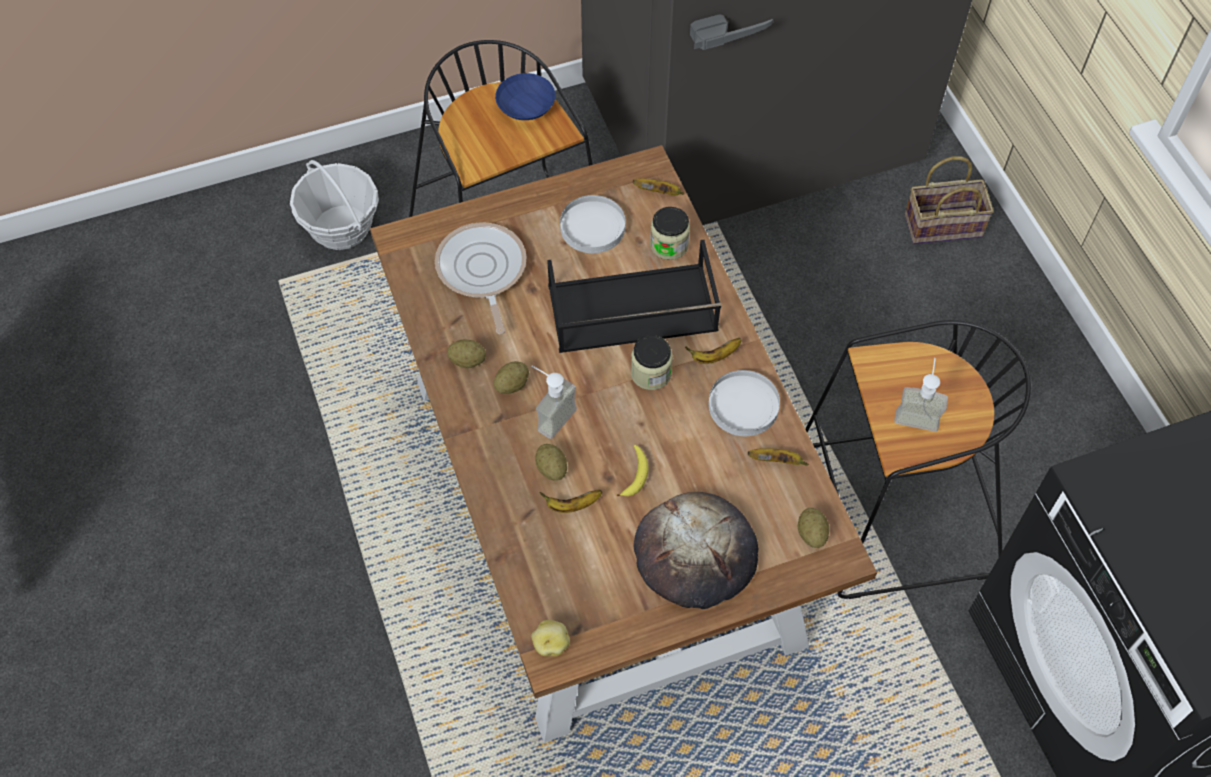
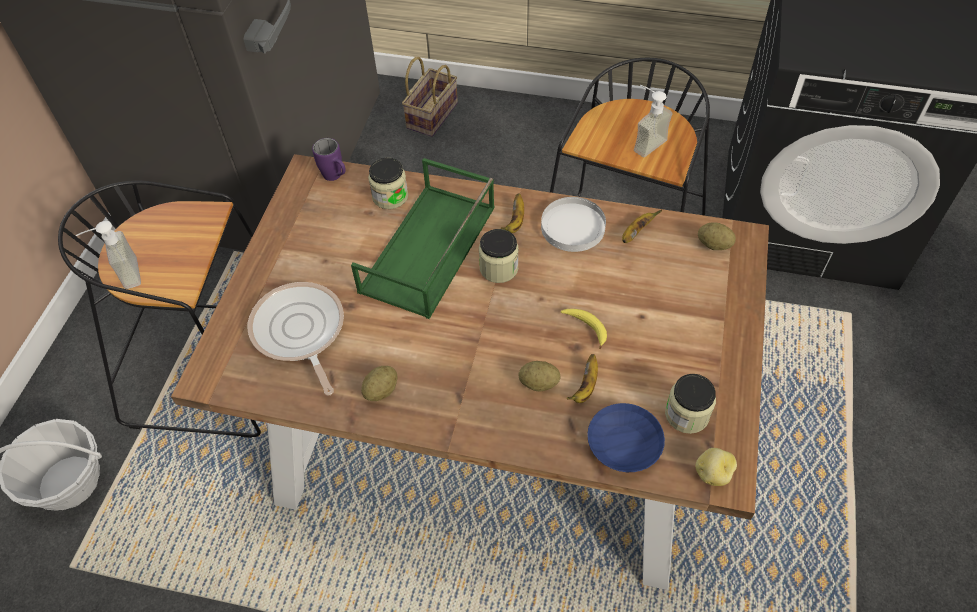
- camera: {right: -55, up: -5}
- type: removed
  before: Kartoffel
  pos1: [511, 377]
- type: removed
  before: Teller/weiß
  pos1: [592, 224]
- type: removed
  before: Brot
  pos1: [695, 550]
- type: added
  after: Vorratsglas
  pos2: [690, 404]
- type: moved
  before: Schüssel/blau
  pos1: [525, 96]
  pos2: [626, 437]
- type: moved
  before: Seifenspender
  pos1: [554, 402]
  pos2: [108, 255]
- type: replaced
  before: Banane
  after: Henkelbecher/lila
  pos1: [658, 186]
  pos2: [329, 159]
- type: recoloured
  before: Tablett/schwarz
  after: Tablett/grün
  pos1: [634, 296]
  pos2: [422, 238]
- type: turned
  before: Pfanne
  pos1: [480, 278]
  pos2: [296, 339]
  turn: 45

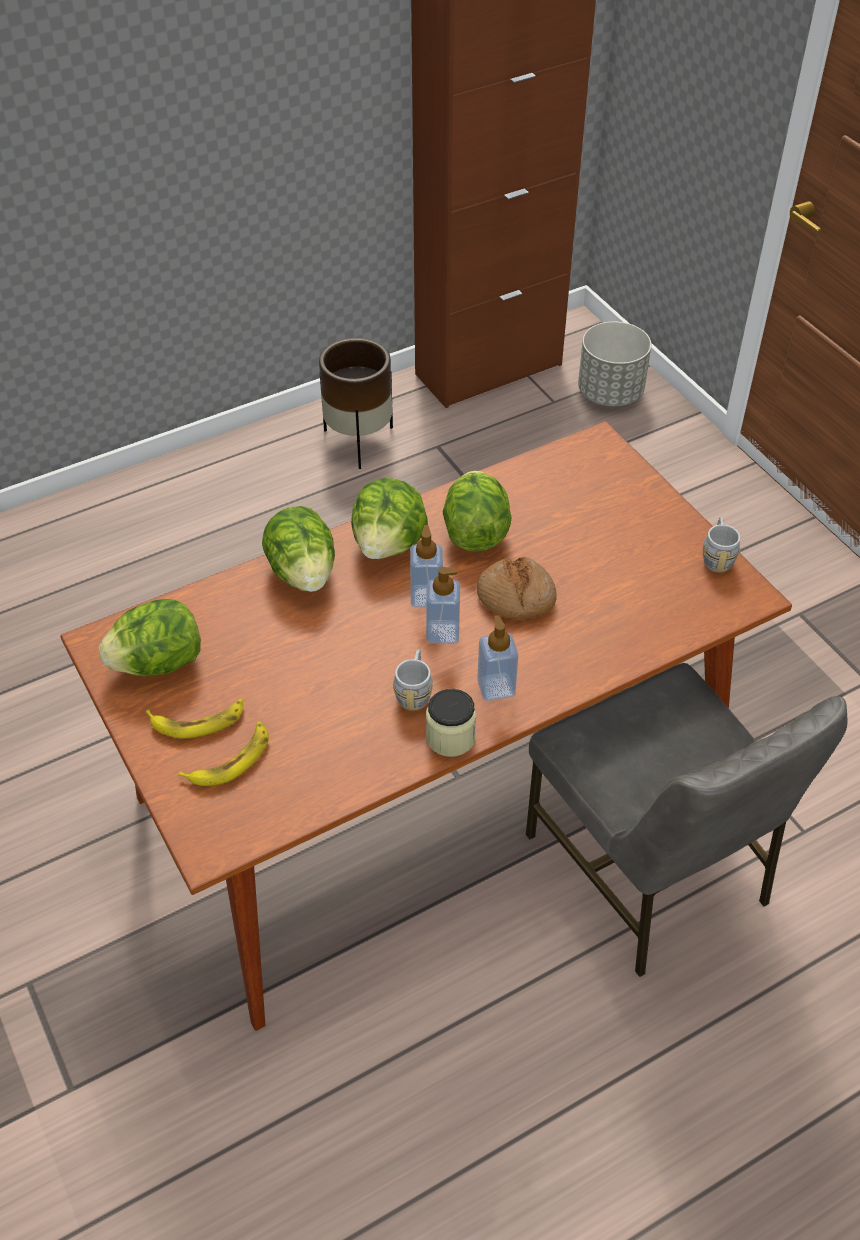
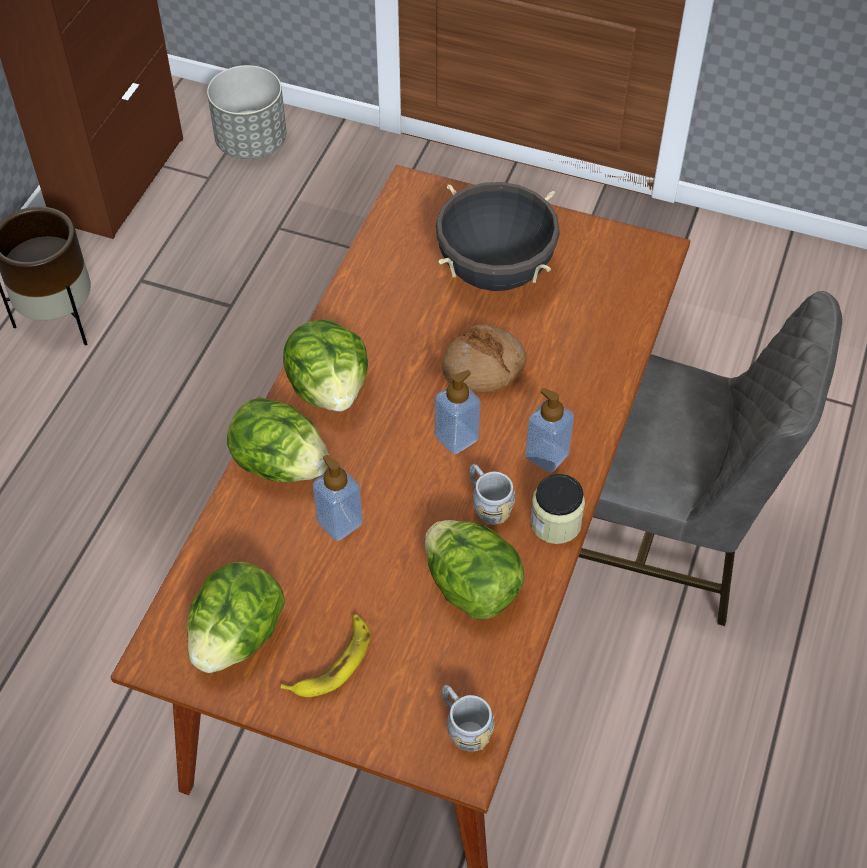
- camera: {right: -40, up: 5}
- type: removed
  before: Banane
  pos1: [223, 753]
- type: added
  after: Kochtopf/schwarz
  pos2: [498, 236]
- type: moved
  before: Seifenspender
  pos1: [426, 566]
  pos2: [337, 498]
- type: moved
  before: Salatkopf
  pos1: [477, 511]
  pos2: [474, 569]
- type: moved
  before: Henkelbecher/grau
  pos1: [721, 545]
  pos2: [468, 718]

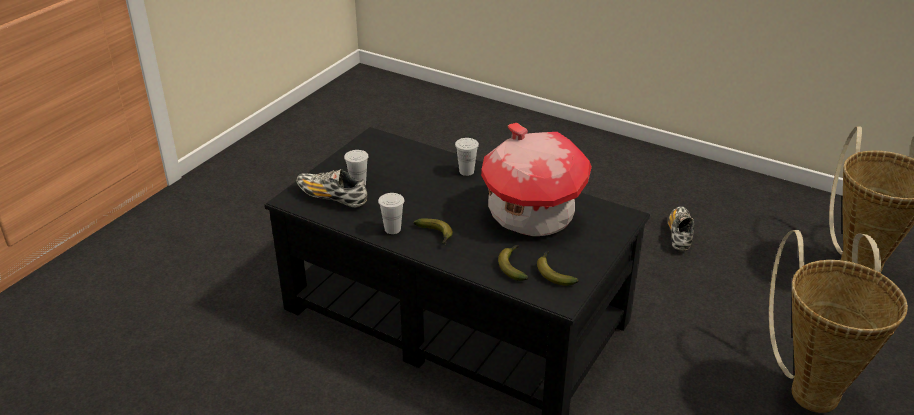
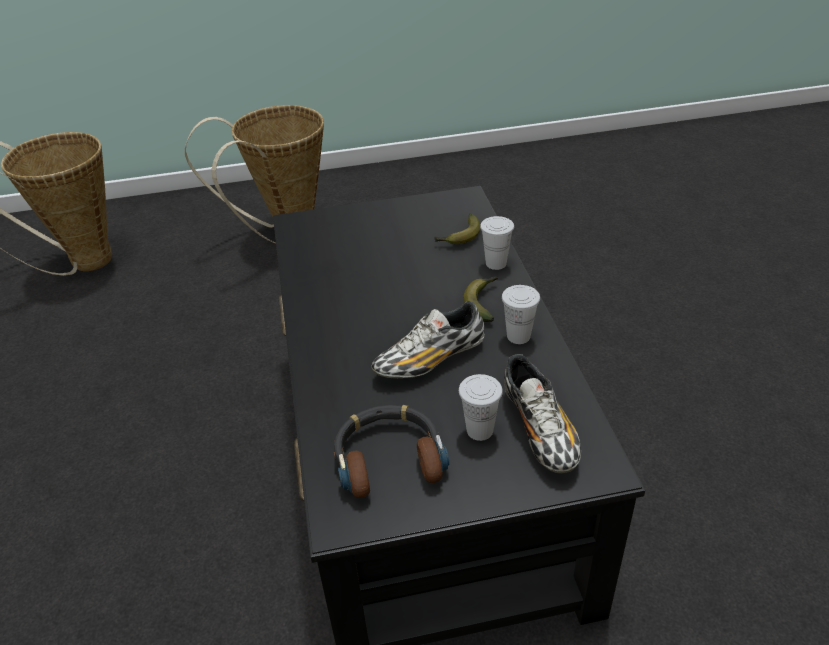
- camera: {right: -130, up: 5}
- type: removed
  before: Spielzeughaus
  pos1: [536, 179]
- type: removed
  before: Banane
  pos1: [558, 268]
- type: added
  after: Kopfhörer
  pos2: [391, 451]
- type: moved
  before: Tasse/weiß
  pos1: [467, 157]
  pos2: [497, 243]
- type: moved
  before: Schuh
  pos1: [681, 228]
  pos2: [428, 340]

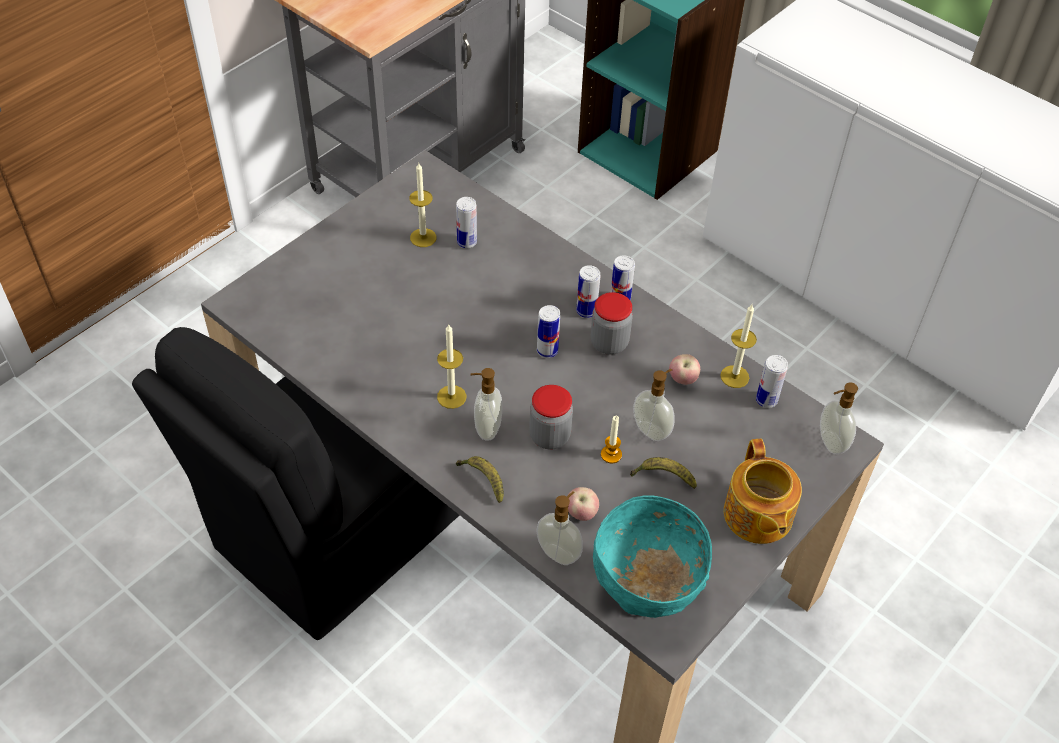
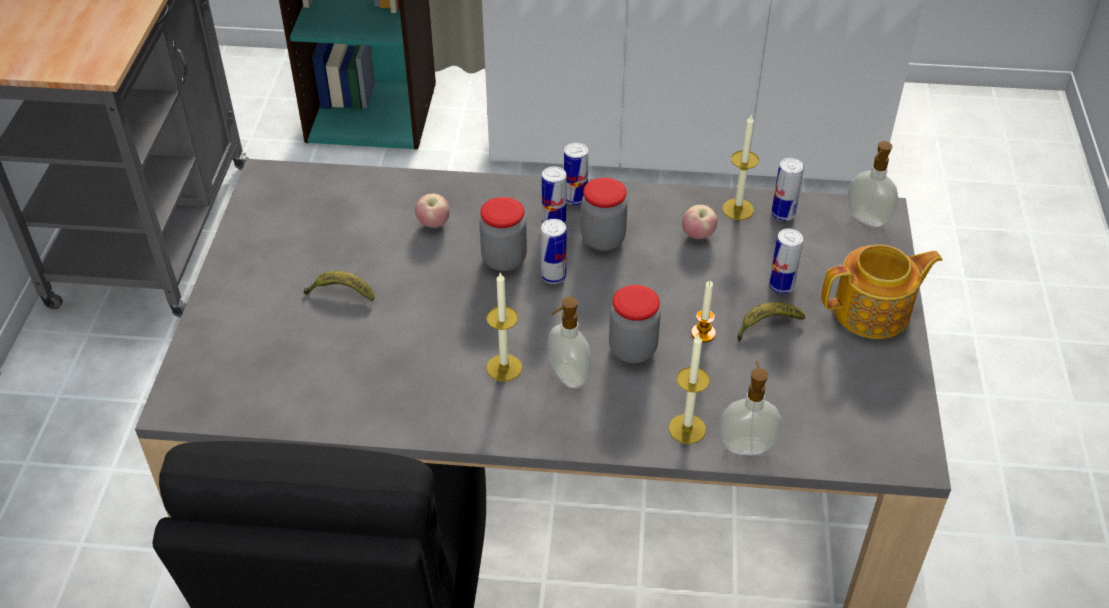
- camera: {right: -35, up: -5}
- type: removed
  before: Schüssel/türkis
  pos1: [652, 556]
- type: removed
  before: Seifenspender
  pos1: [654, 405]
- type: added
  after: Vorratsglas
  pos2: [503, 234]
- type: moved
  before: Kerze
  pos1: [422, 205]
  pos2: [689, 389]
- type: moved
  before: Dose
  pos1: [466, 222]
  pos2: [786, 261]
- type: moved
  before: Banane
  pos1: [480, 479]
  pos2: [339, 286]
- type: moved
  before: Apfel
  pos1: [583, 504]
  pos2: [432, 211]
- type: turned
  before: Teekanne
  pos1: [763, 491]
  pos2: [882, 291]
  turn: -60

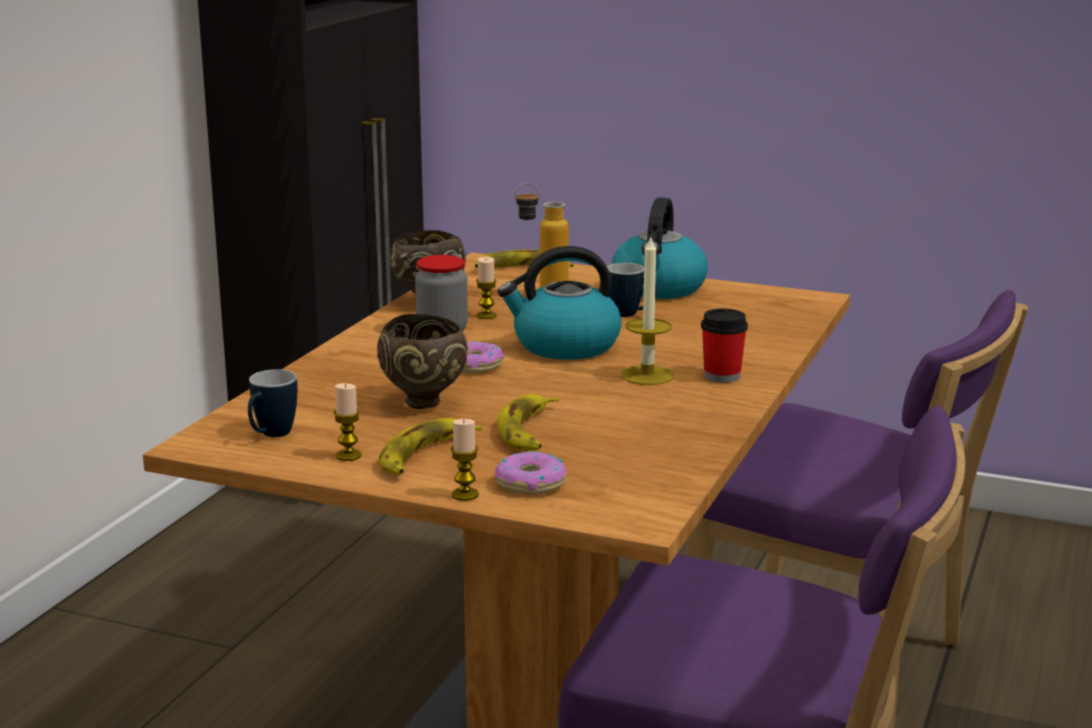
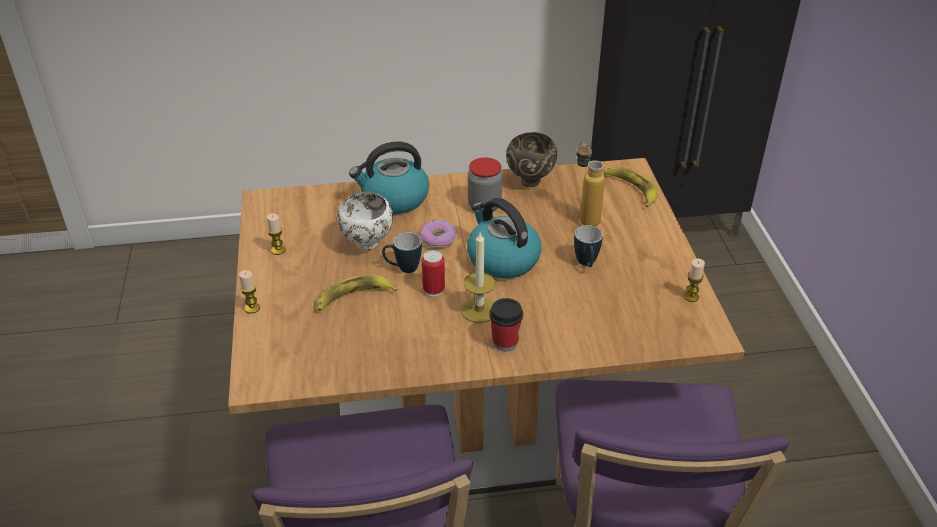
- camera: {right: 60, up: 20}
- type: removed
  before: Banane
  pos1: [430, 446]
- type: removed
  before: Donut
  pos1: [531, 473]
- type: added
  after: Dose
  pos2: [433, 273]
- type: moved
  before: Henkelbecher
  pos1: [272, 403]
  pos2: [402, 252]
- type: moved
  before: Kerze
  pos1: [486, 288]
  pos2: [694, 280]
- type: moved
  before: Wasserkessel
  pos1: [660, 248]
  pos2: [389, 177]
- type: recoloured
  before: Schüssel/braun
  after: Schüssel/weiß
  pos1: [422, 361]
  pos2: [365, 221]

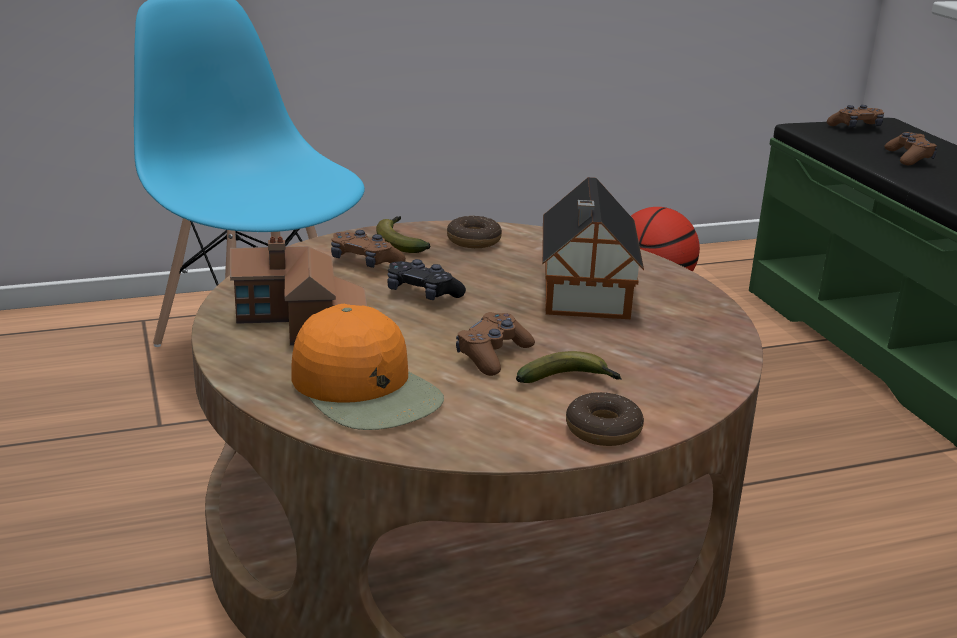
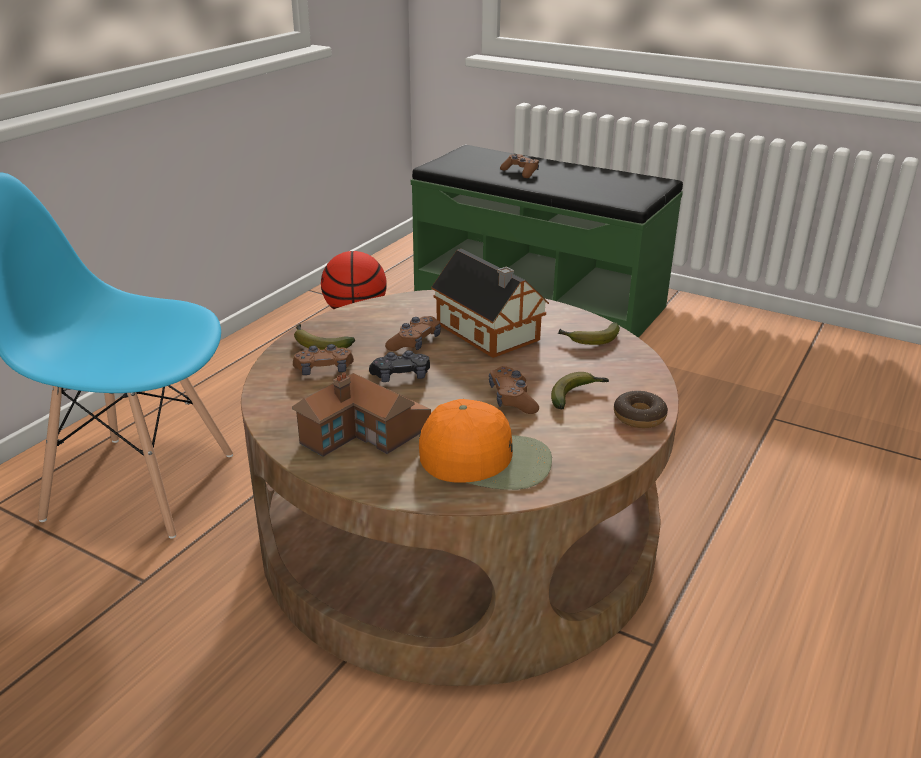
- camera: {right: -40, up: 5}
- type: removed
  before: Donut
  pos1: [474, 232]
- type: added
  after: Banane
  pos2: [589, 333]
- type: moved
  before: Gamepad/braun
  pos1: [855, 116]
  pos2: [413, 333]

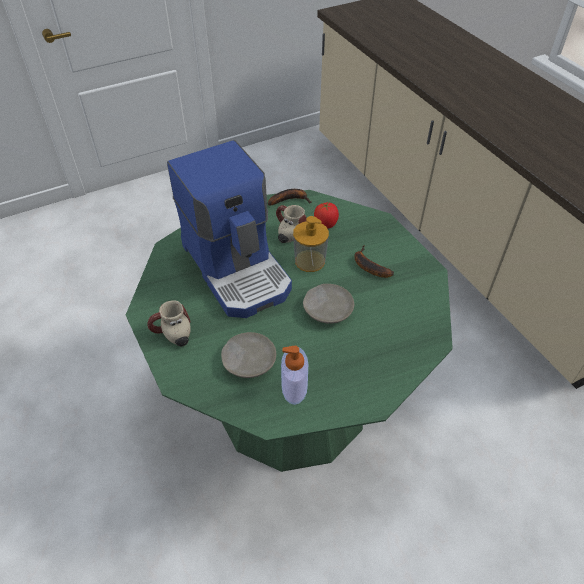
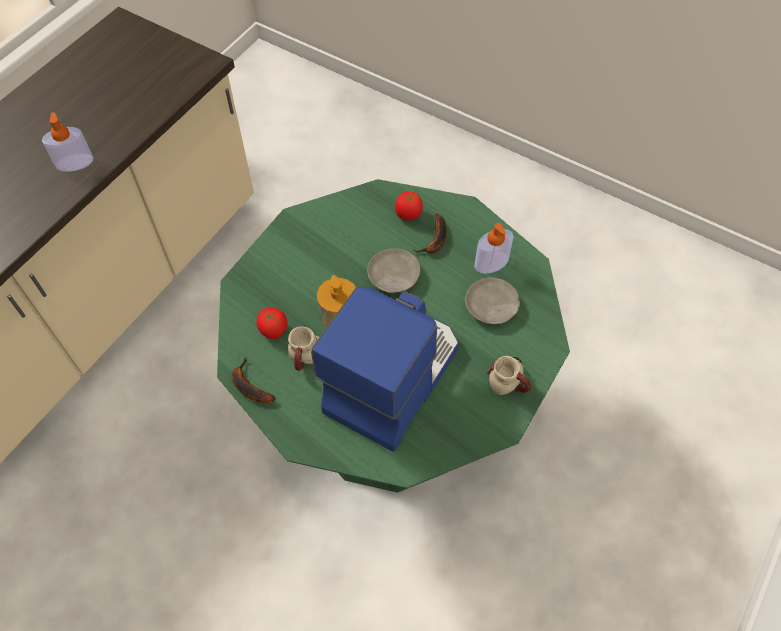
- camera: {right: -120, up: 10}
- type: added
  after: Seifenspender
  pos2: [67, 142]
- type: added
  after: Tomate
  pos2: [409, 205]
- type: moved
  before: Banane
  pos1: [374, 262]
  pos2: [430, 233]

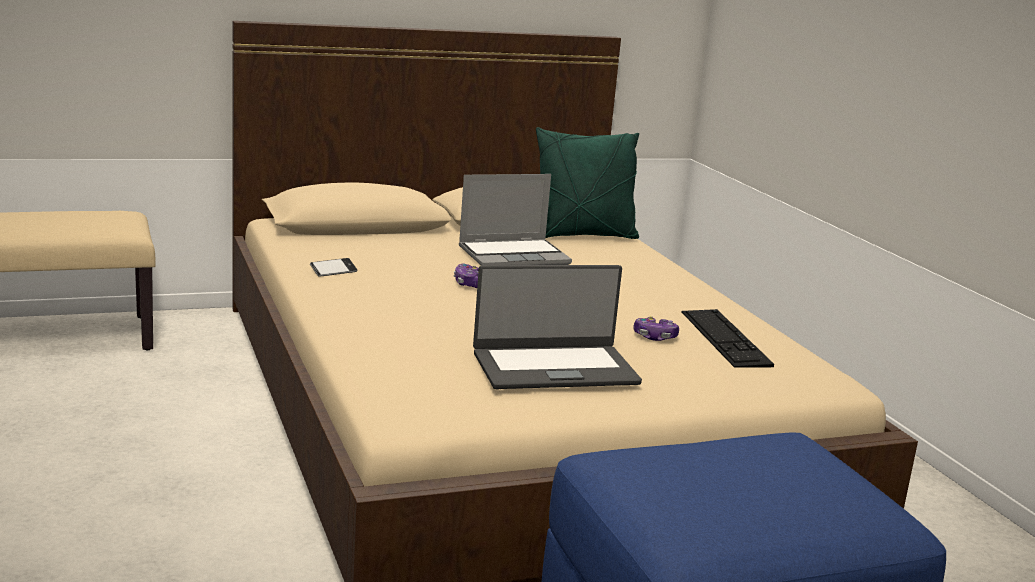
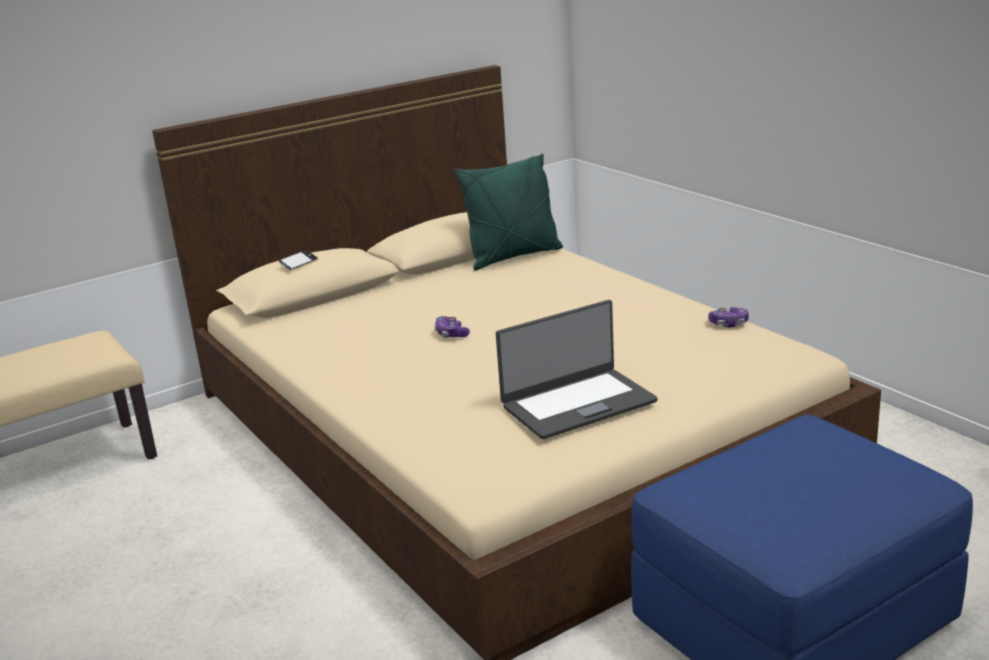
- camera: {right: -10, up: 5}
- type: removed
  before: Laptop
  pos1: [515, 219]
- type: removed
  before: Tastatur
  pos1: [727, 338]
- type: moved
  before: Handy
  pos1: [333, 267]
  pos2: [298, 260]
- type: moved
  before: Gamepad
  pos1: [656, 328]
  pos2: [728, 317]

